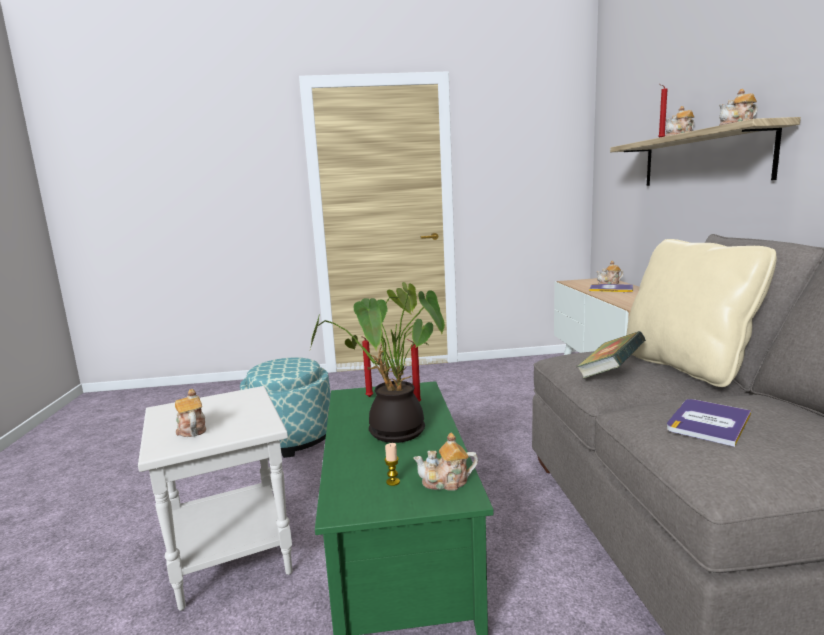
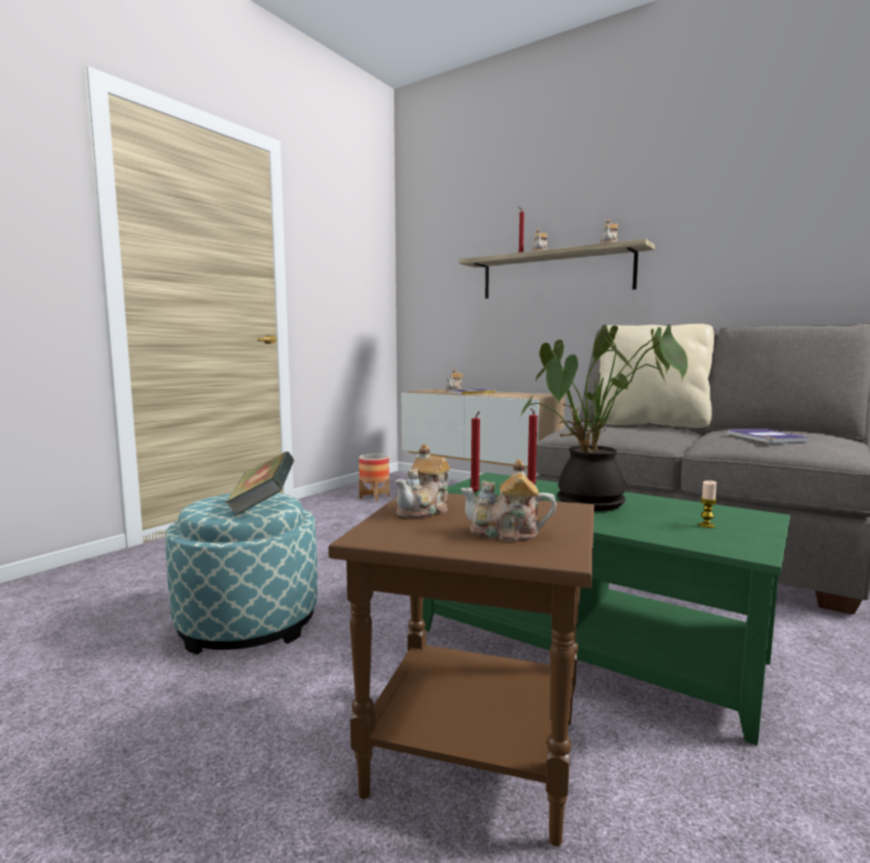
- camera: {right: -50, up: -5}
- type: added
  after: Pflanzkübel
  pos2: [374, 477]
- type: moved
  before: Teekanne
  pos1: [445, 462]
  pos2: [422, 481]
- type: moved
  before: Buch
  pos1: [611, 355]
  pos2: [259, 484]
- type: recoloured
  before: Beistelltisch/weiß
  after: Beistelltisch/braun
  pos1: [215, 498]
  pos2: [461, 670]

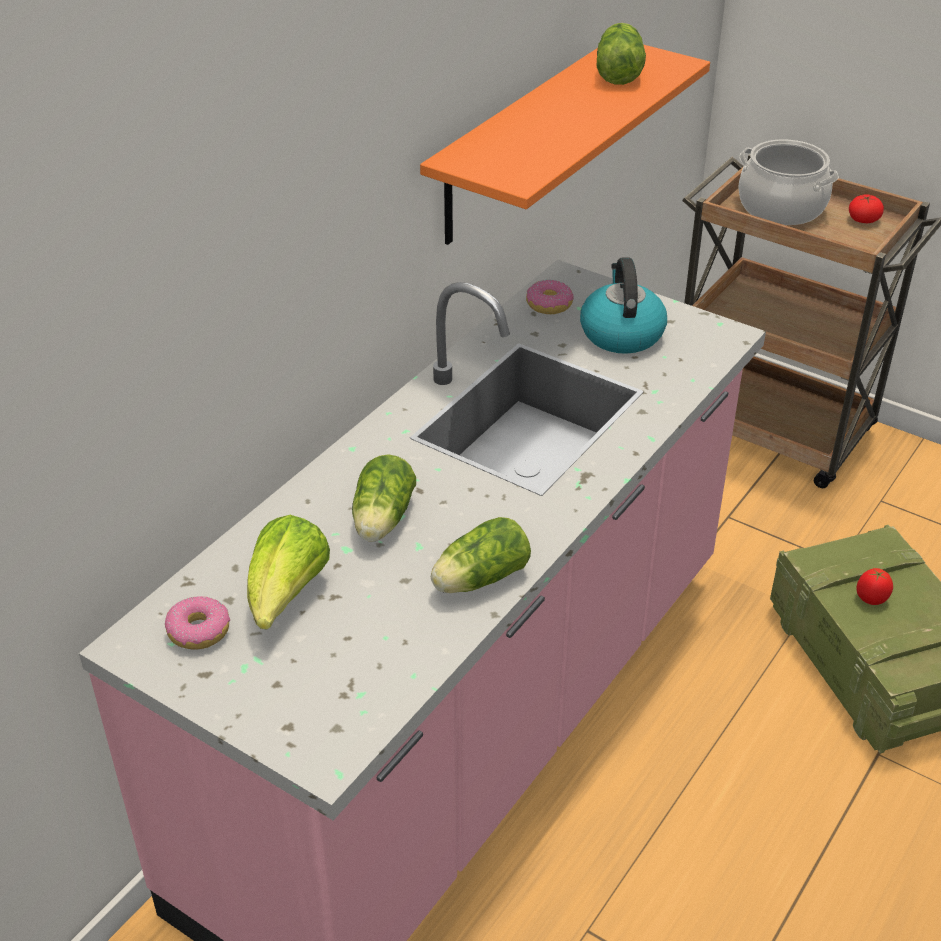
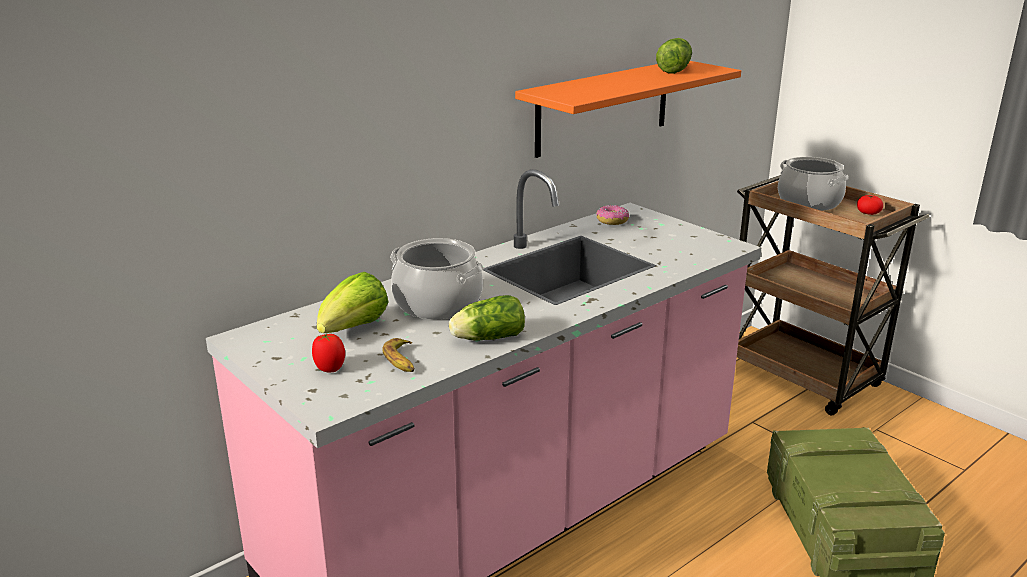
- camera: {right: 15, up: -15}
- type: removed
  before: Donut
  pos1: [197, 623]
- type: removed
  before: Wasserkessel
  pos1: [623, 305]
- type: added
  after: Banane
  pos2: [398, 355]
- type: moved
  before: Tomate
  pos1: [874, 586]
  pos2: [328, 353]
- type: replaced
  before: Salatkopf
  after: Kochtopf
  pos1: [384, 498]
  pos2: [437, 278]

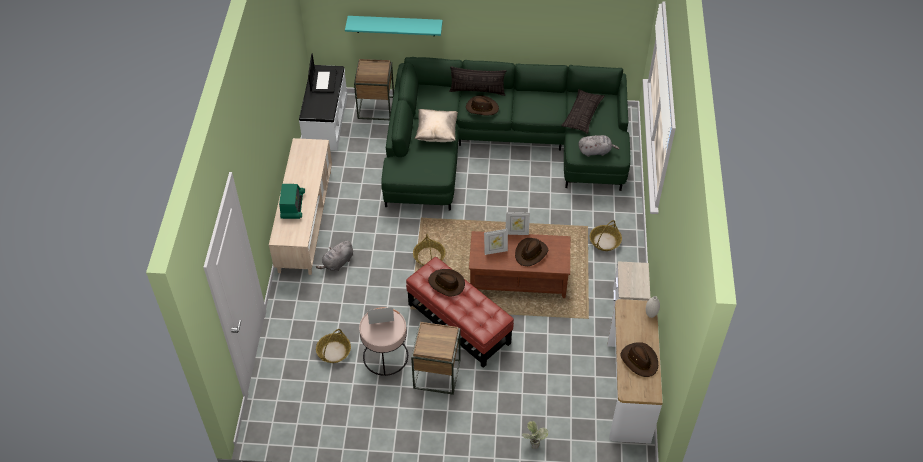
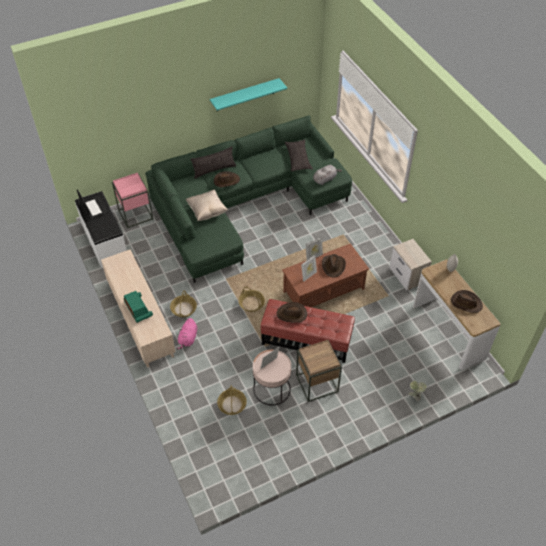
- camera: {right: -30, up: 0}
- type: moved
  before: Wandregal/türkis
  pos1: [394, 26]
  pos2: [248, 94]
- type: moved
  before: Korb
  pos1: [606, 235]
  pos2: [183, 303]
- type: recoloured
  before: Plüschtier/grau
  after: Plüschtier/rosa
  pos1: [334, 255]
  pos2: [186, 334]
- type: recoloured
  before: Beistelltisch/braun
  after: Beistelltisch/rosa
  pos1: [374, 89]
  pos2: [132, 200]

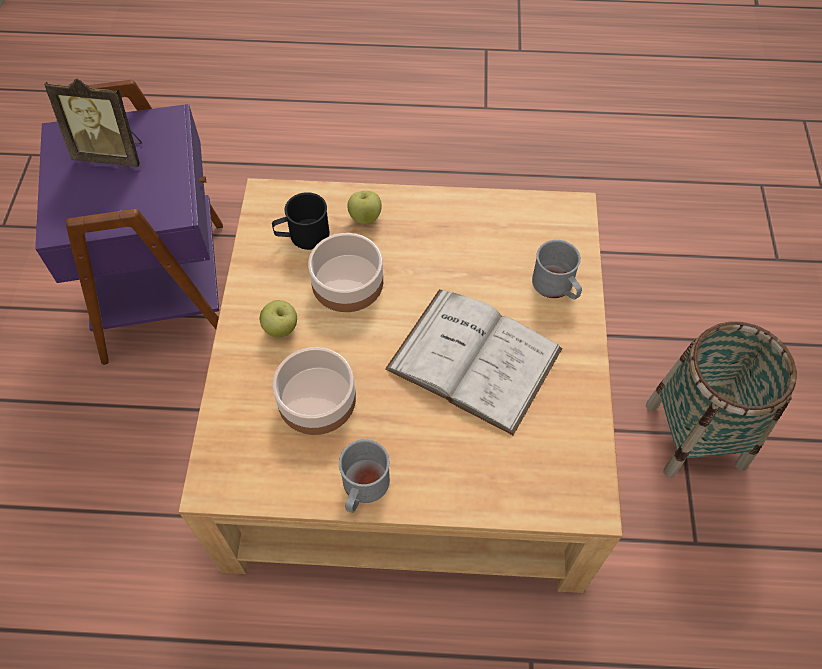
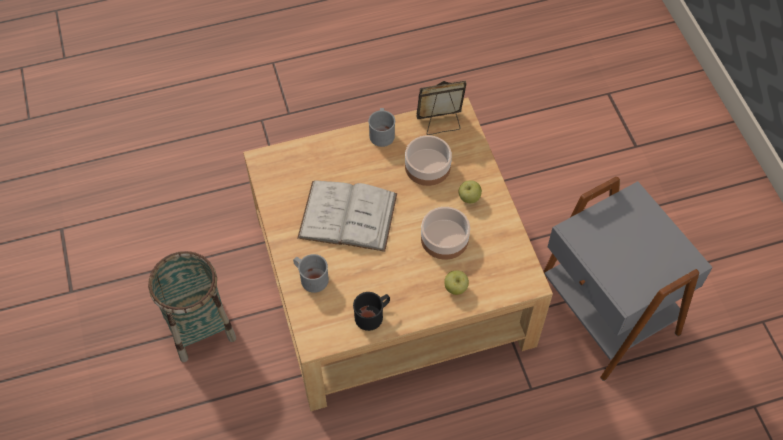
- camera: {right: 160, up: 0}
- type: moved
  before: Bilderrahmen
  pos1: [92, 123]
  pos2: [441, 108]
- type: moved
  before: Henkelbecher/schwarz
  pos1: [300, 221]
  pos2: [371, 311]
- type: recoloured
  before: Beistelltisch/lila
  after: Beistelltisch/grau
  pos1: [129, 222]
  pos2: [628, 279]

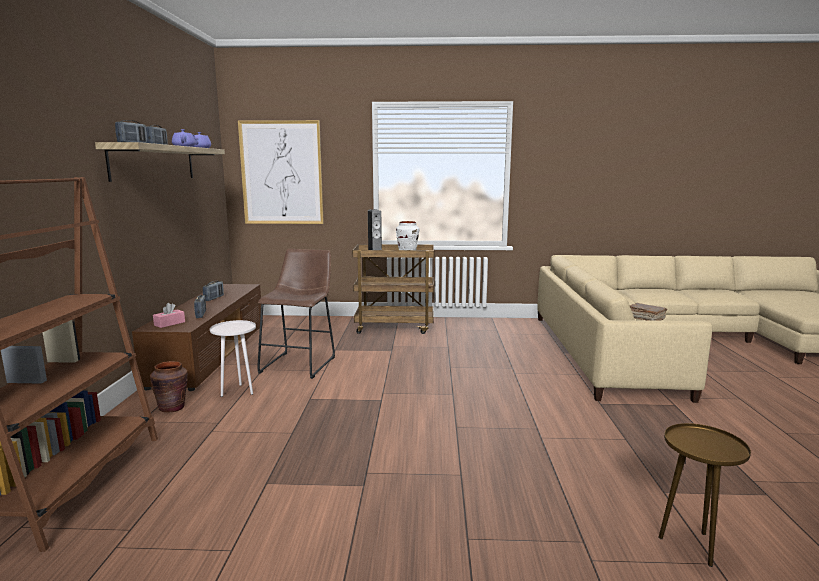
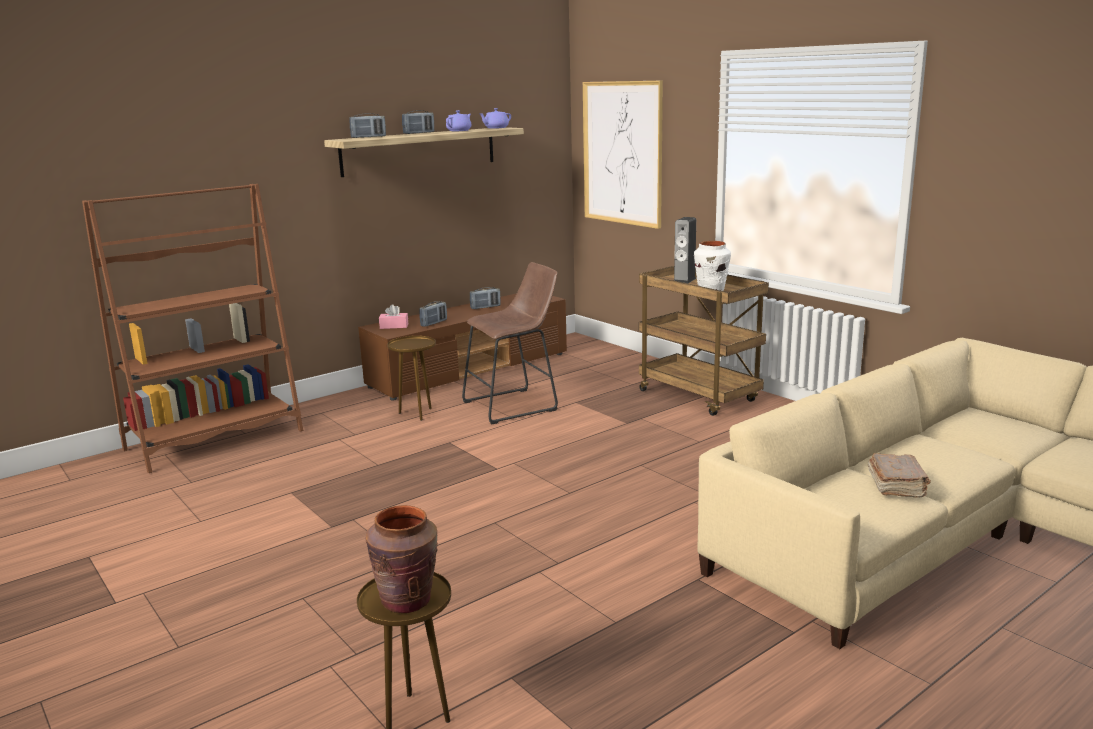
- camera: {right: 50, up: 5}
- type: moved
  before: Vase/braun
  pos1: [169, 387]
  pos2: [402, 559]
- type: recoloured
  before: Beistelltisch/weiß
  after: Beistelltisch/braun
  pos1: [233, 358]
  pos2: [411, 378]

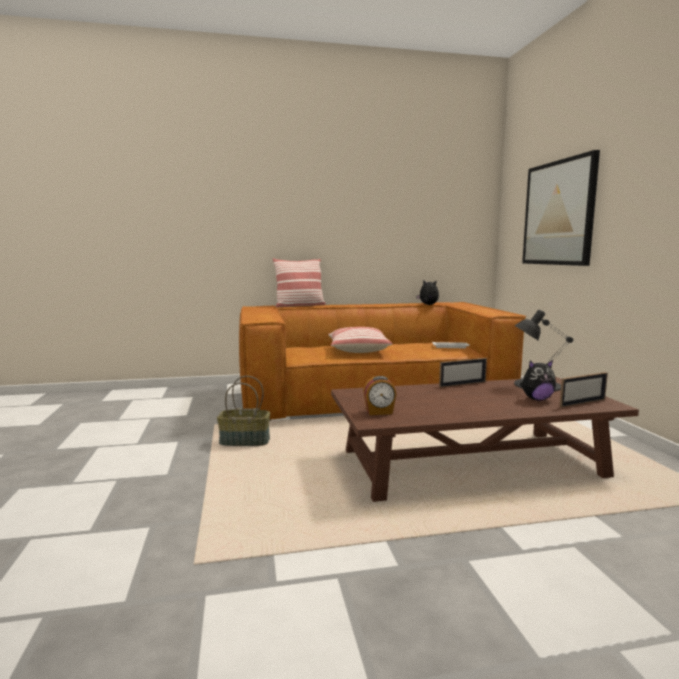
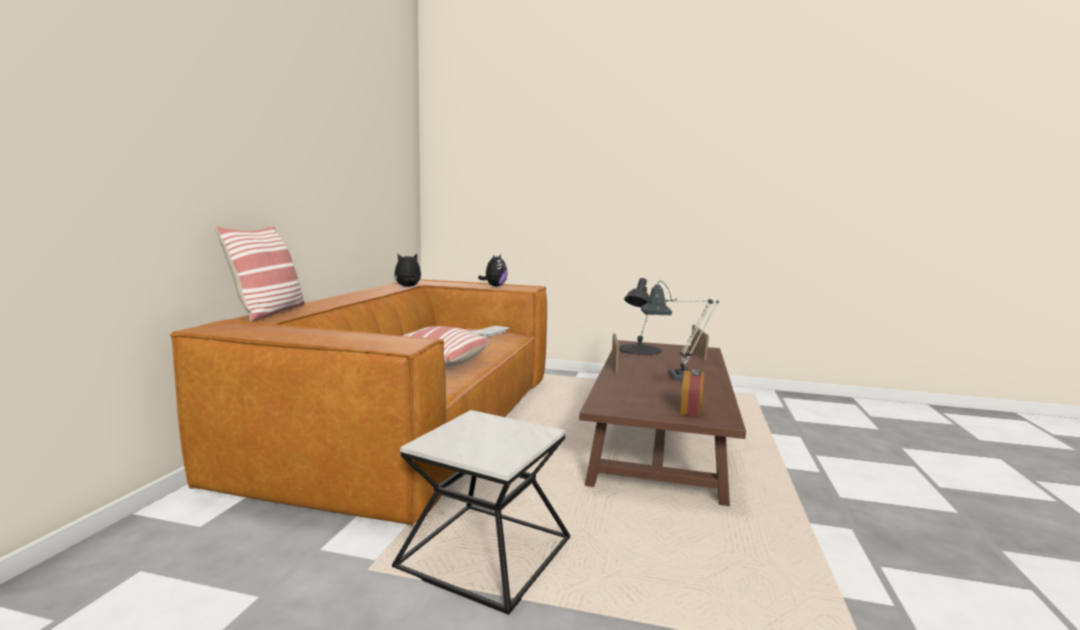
- camera: {right: -65, up: 0}
- type: removed
  before: Bild
  pos1: [561, 208]
- type: added
  after: Tischlampe
  pos2: [680, 330]
- type: moved
  before: Plüschtier
  pos1: [538, 380]
  pos2: [492, 270]
- type: replaced
  before: Korb
  after: Beistelltisch
  pos1: [243, 411]
  pos2: [481, 512]

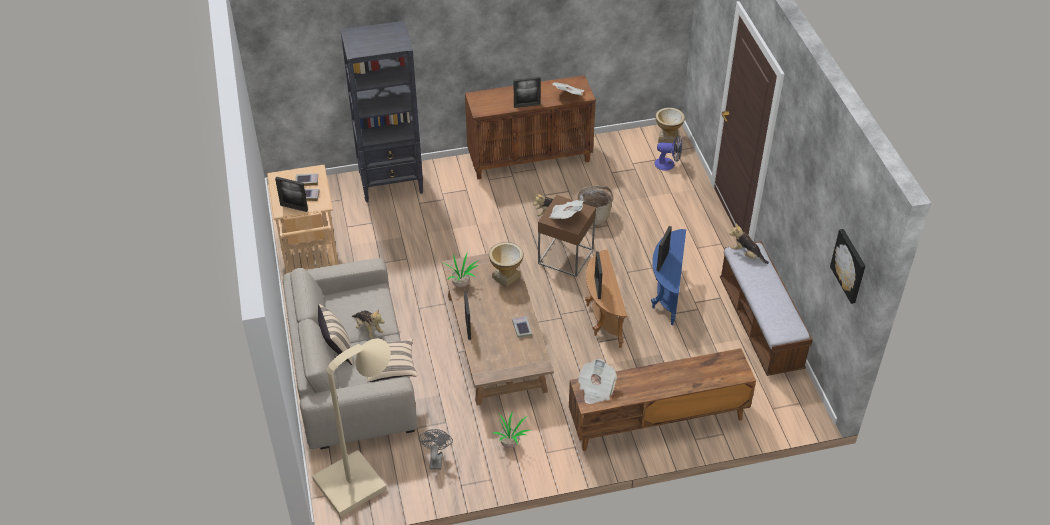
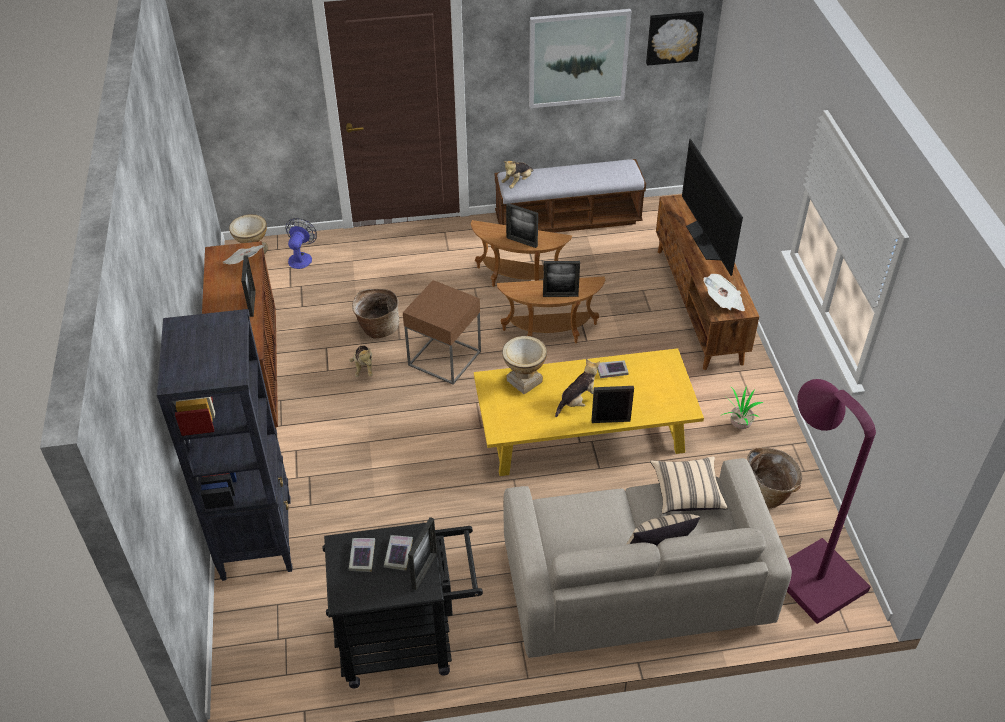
- camera: {right: -85, up: 0}
- type: removed
  before: Topfpflanze
  pos1: [461, 269]
- type: removed
  before: Zeitung
  pos1: [566, 209]
- type: added
  after: Bild
  pos2: [580, 58]
- type: added
  after: Fernseher
  pos2: [712, 207]
- type: moved
  before: Plüschtier
  pos1: [368, 323]
  pos2: [577, 388]
- type: replaced
  before: Ventilator/grau
  after: Korb
  pos1: [436, 449]
  pos2: [774, 477]
- type: recoloured
  before: Rollwagen/beige
  after: Rollwagen/schwarz
  pos1: [303, 219]
  pos2: [403, 605]
- type: recoloured
  before: Stehlampe/beige
  after: Stehlampe/lila
  pos1: [351, 427]
  pos2: [831, 501]
- type: recoloured
  before: Couchtisch/braun
  after: Couchtisch/gelb
  pos1: [498, 329]
  pos2: [589, 412]
- type: recoloured
  before: Beistelltisch/blau
  after: Beistelltisch/braun
  pos1: [668, 277]
  pos2: [521, 253]

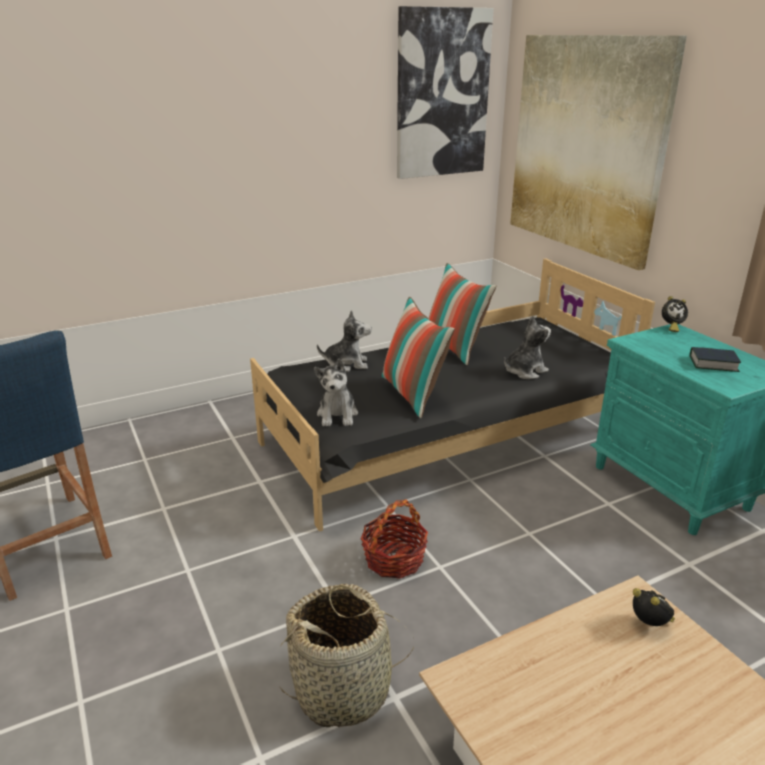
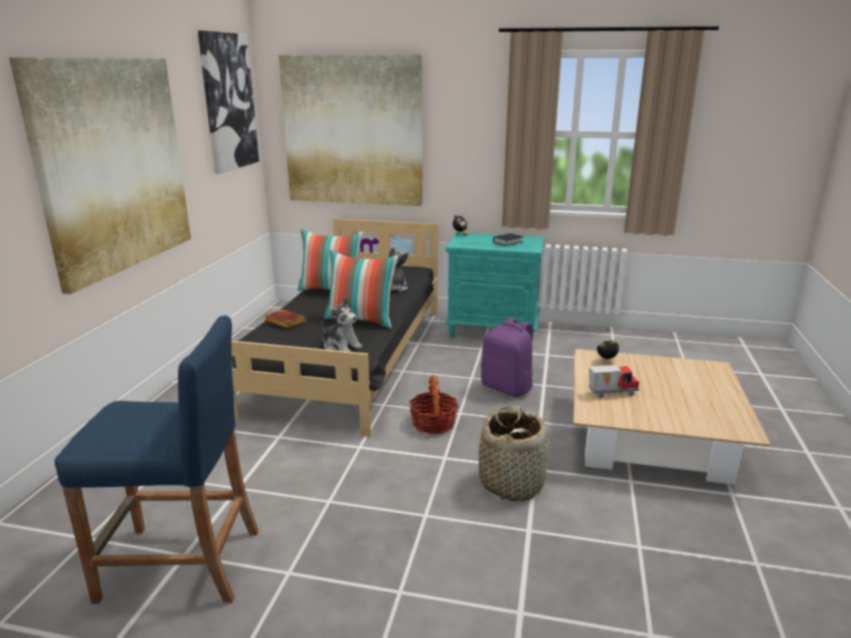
- camera: {right: -50, up: -5}
- type: added
  after: Bild
  pos2: [100, 175]
- type: added
  after: Rucksack/lila
  pos2: [507, 357]
- type: added
  after: Spielzeuglaster
  pos2: [614, 381]
- type: replaced
  before: Plüschtier
  after: Buch/braun
  pos1: [344, 341]
  pos2: [285, 318]

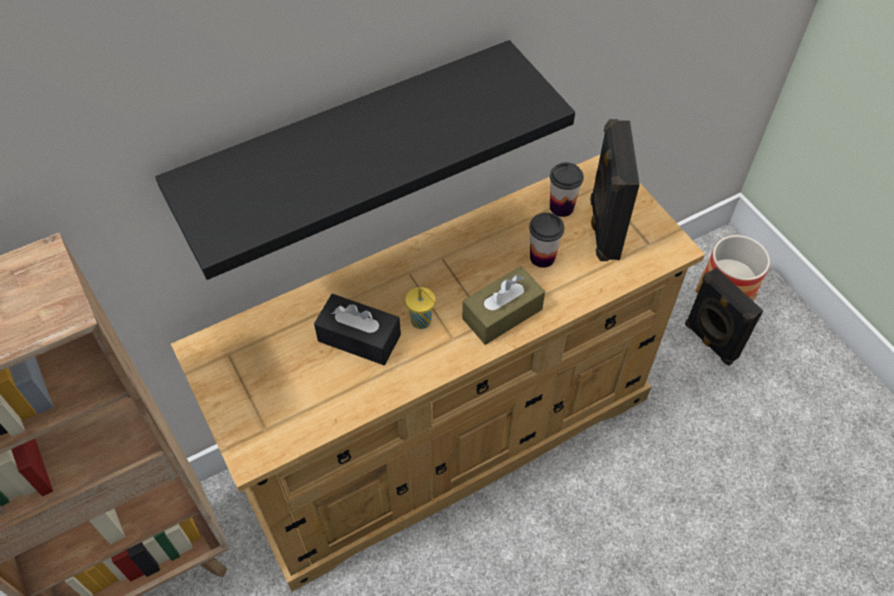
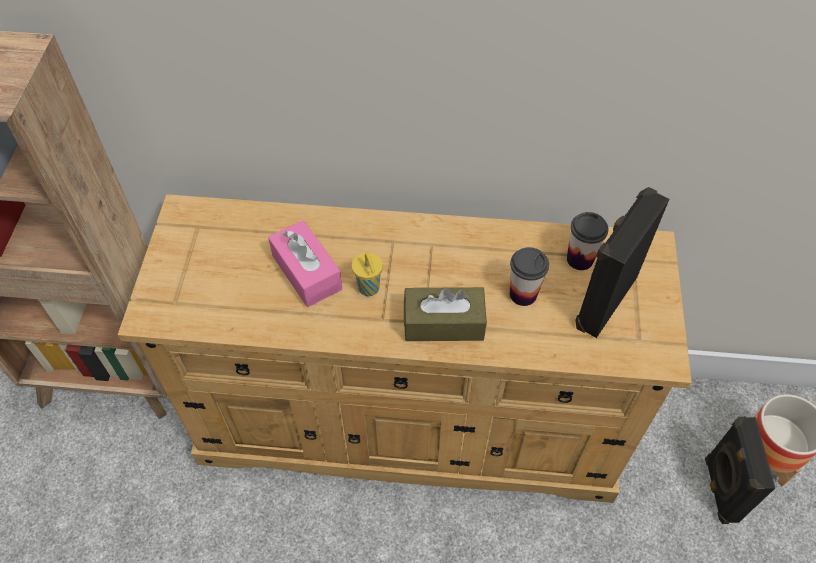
- camera: {right: 35, up: 0}
- type: removed
  before: Wandregal/schwarz
  pos1: [365, 160]
- type: recoloured
  before: Taschentuchbox/schwarz
  after: Taschentuchbox/rosa
  pos1: [357, 329]
  pos2: [305, 263]

